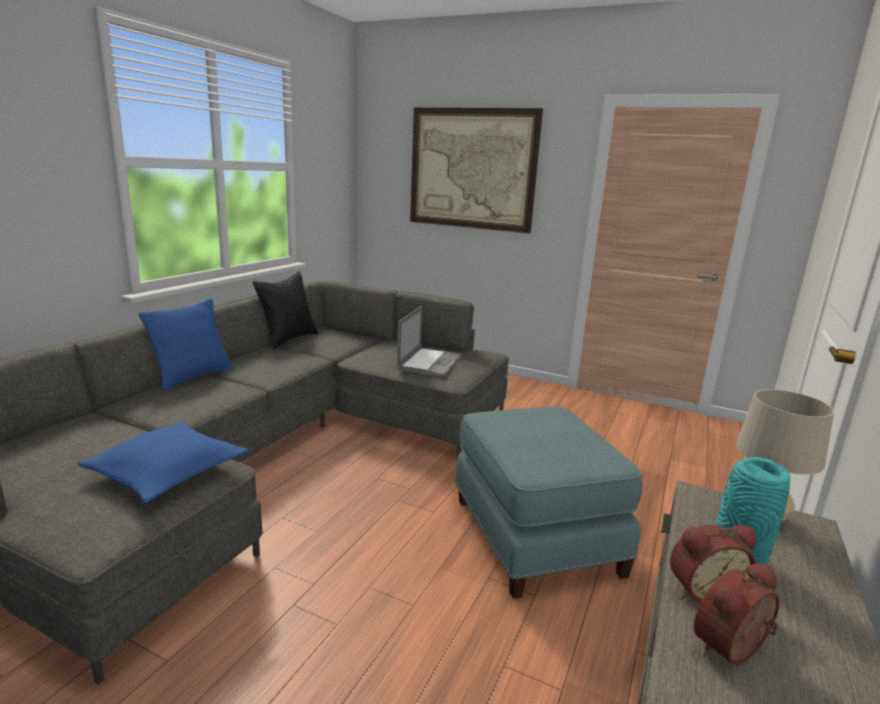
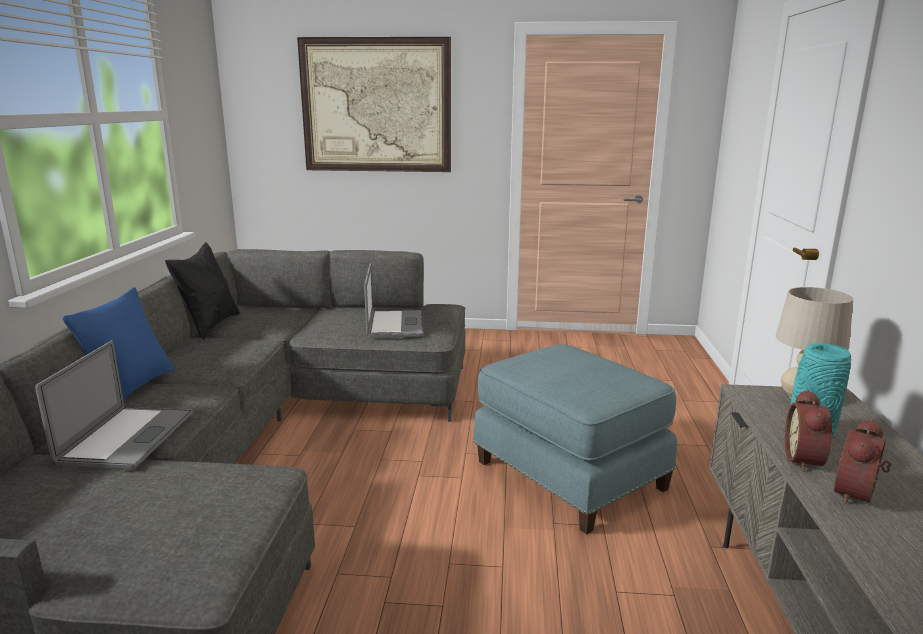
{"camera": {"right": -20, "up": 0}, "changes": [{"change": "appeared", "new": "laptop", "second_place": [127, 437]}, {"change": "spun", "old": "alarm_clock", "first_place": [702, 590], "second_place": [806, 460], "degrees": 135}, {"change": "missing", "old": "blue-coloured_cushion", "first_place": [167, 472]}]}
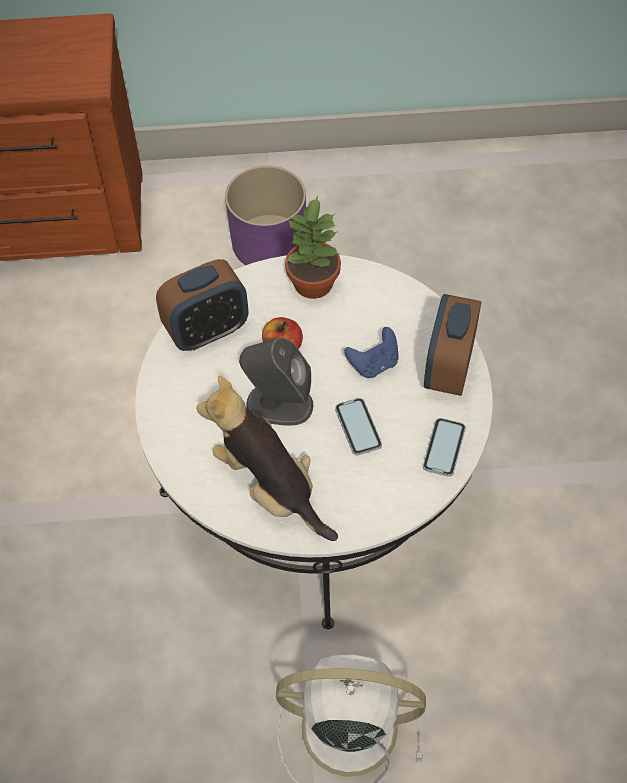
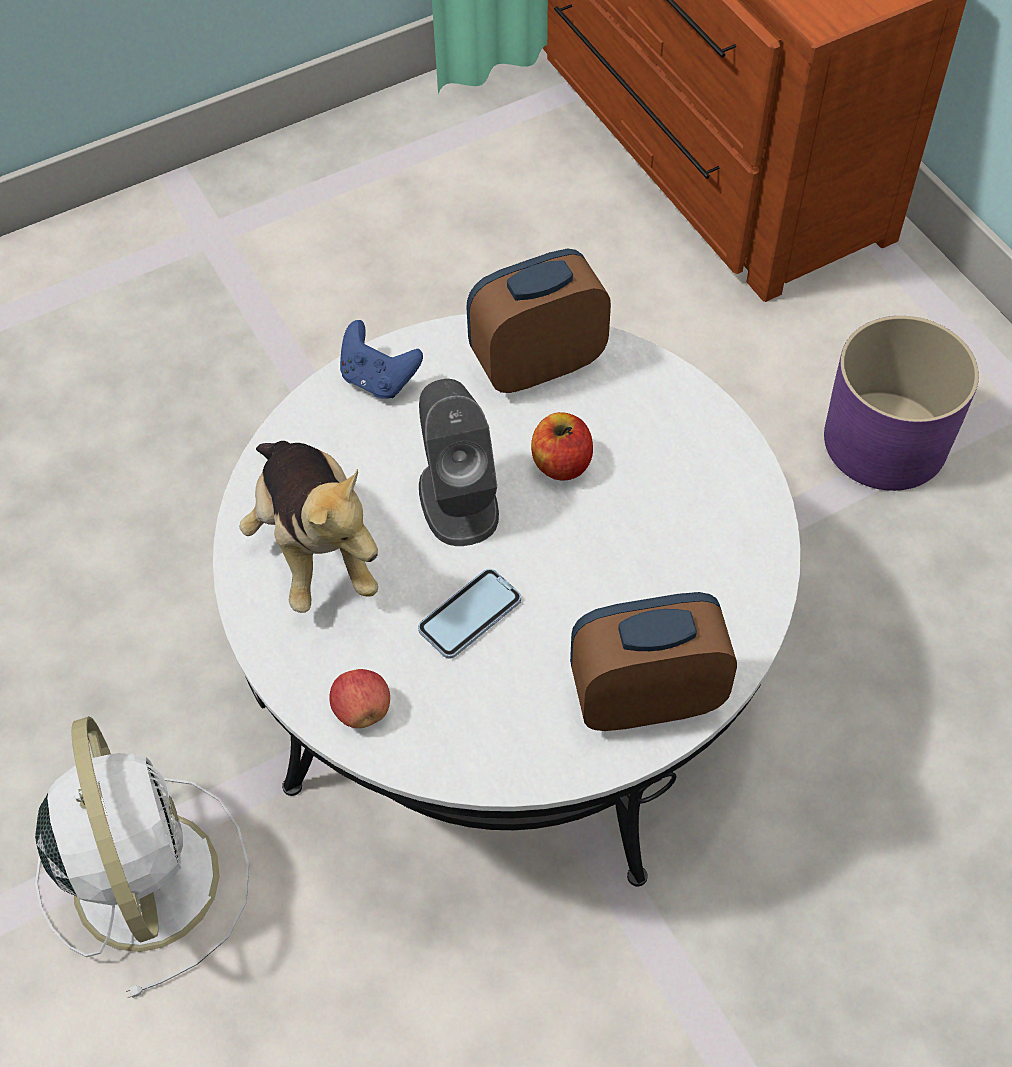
{"camera": {"right": 65, "up": 0}, "changes": [{"change": "spun", "old": "plush_toy", "first_place": [270, 487], "second_place": [315, 546], "degrees": 135}, {"change": "appeared", "new": "whole_apple", "second_place": [362, 710]}, {"change": "relocated", "old": "blue-coloured_joypad", "first_place": [374, 364], "second_place": [378, 379]}, {"change": "spun", "old": "alarm_clock", "first_place": [207, 331], "second_place": [537, 364], "degrees": 120}, {"change": "missing", "old": "plant_in_a_pot", "first_place": [312, 284]}, {"change": "missing", "old": "phone", "first_place": [444, 448]}]}
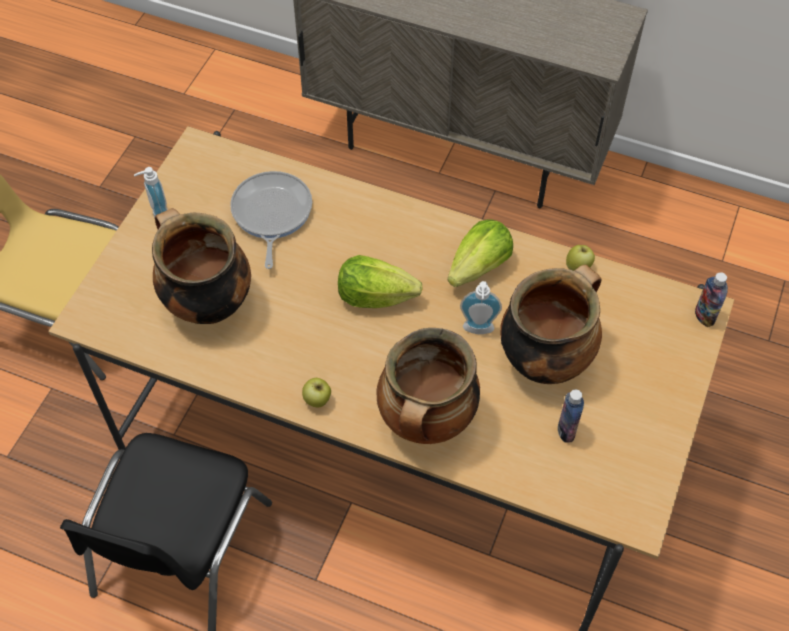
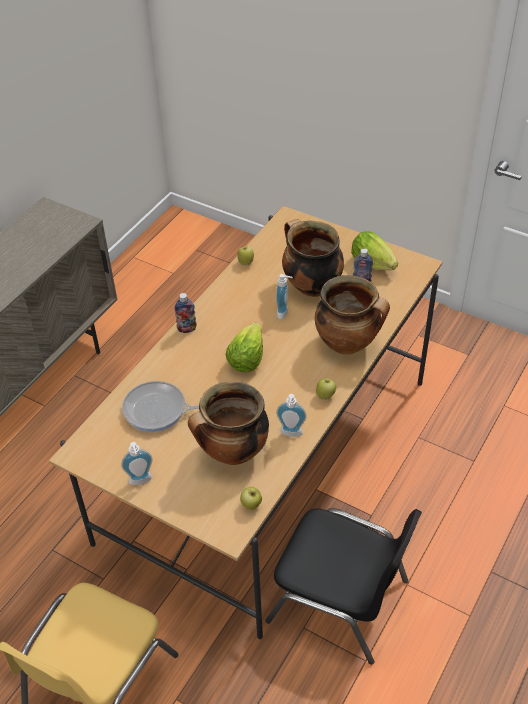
{"camera": {"right": -80, "up": -10}, "changes": [{"change": "relocated", "old": "drink_bottle", "first_place": [704, 316], "second_place": [187, 329]}, {"change": "appeared", "new": "whole_apple", "second_place": [251, 505]}, {"change": "appeared", "new": "soap_bottle", "second_place": [290, 434]}, {"change": "relocated", "old": "lettuce_head", "first_place": [479, 267], "second_place": [372, 263]}]}
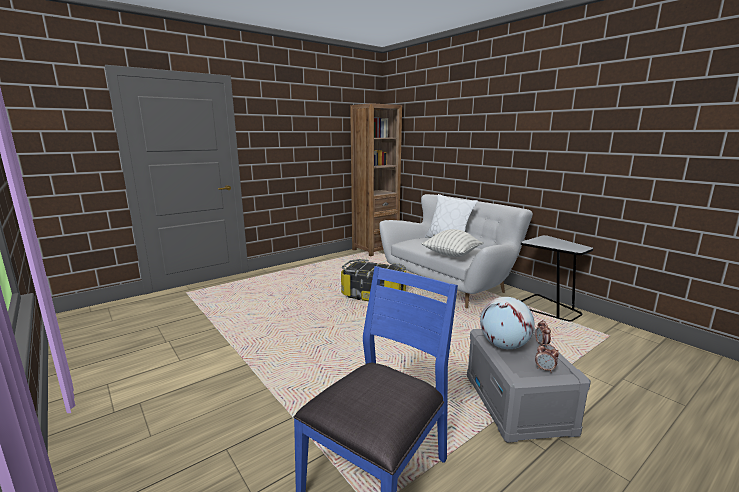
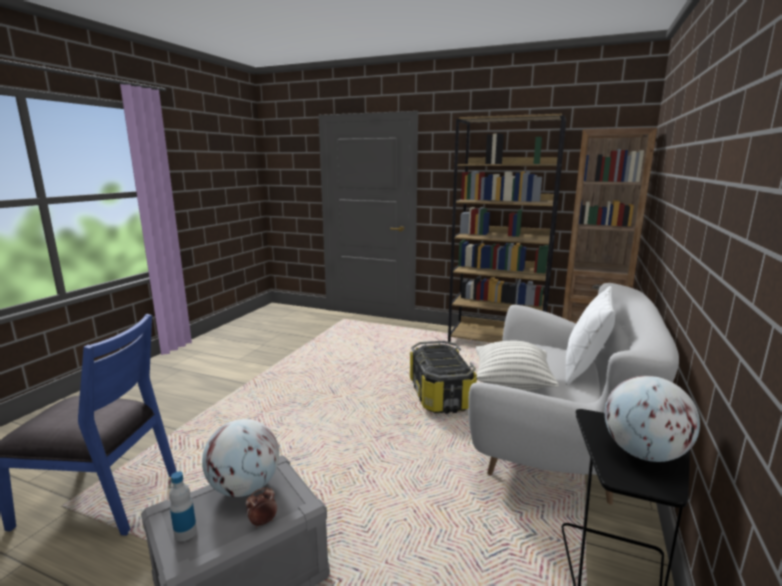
{"camera": {"right": 60, "up": 0}, "changes": [{"change": "exchanged", "old": "alarm_clock", "new": "drink_bottle", "first_place": [545, 369], "second_place": [185, 533]}, {"change": "appeared", "new": "brown_bookcase", "second_place": [497, 341]}, {"change": "appeared", "new": "globe", "second_place": [643, 453]}]}
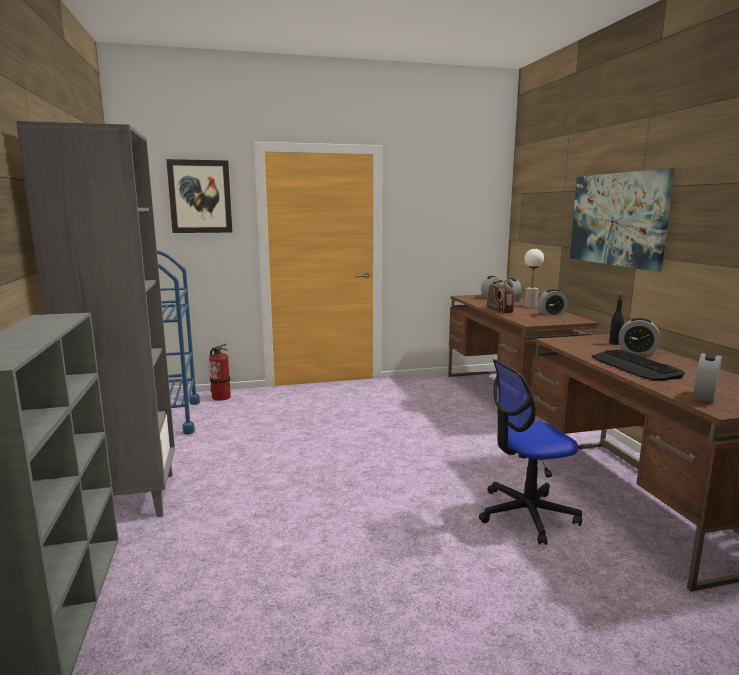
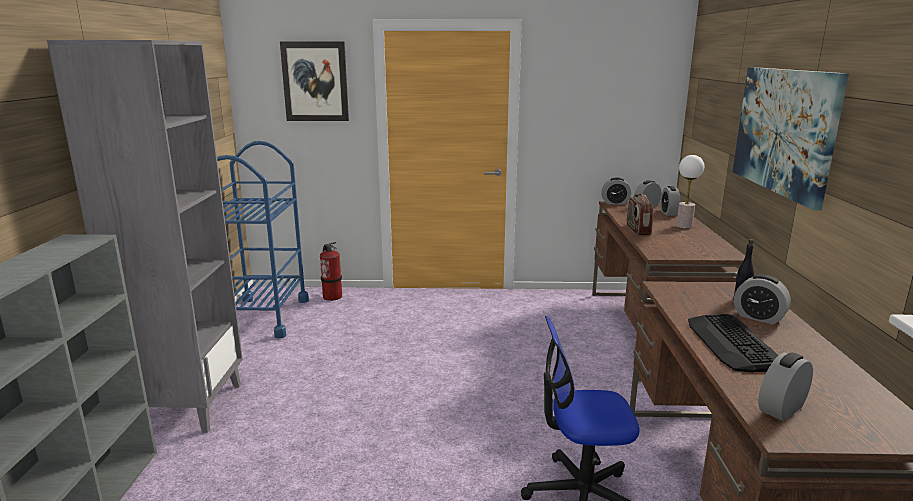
{"camera": {"right": 15, "up": 5}, "changes": [{"change": "relocated", "old": "alarm_clock", "first_place": [551, 314], "second_place": [615, 203]}]}
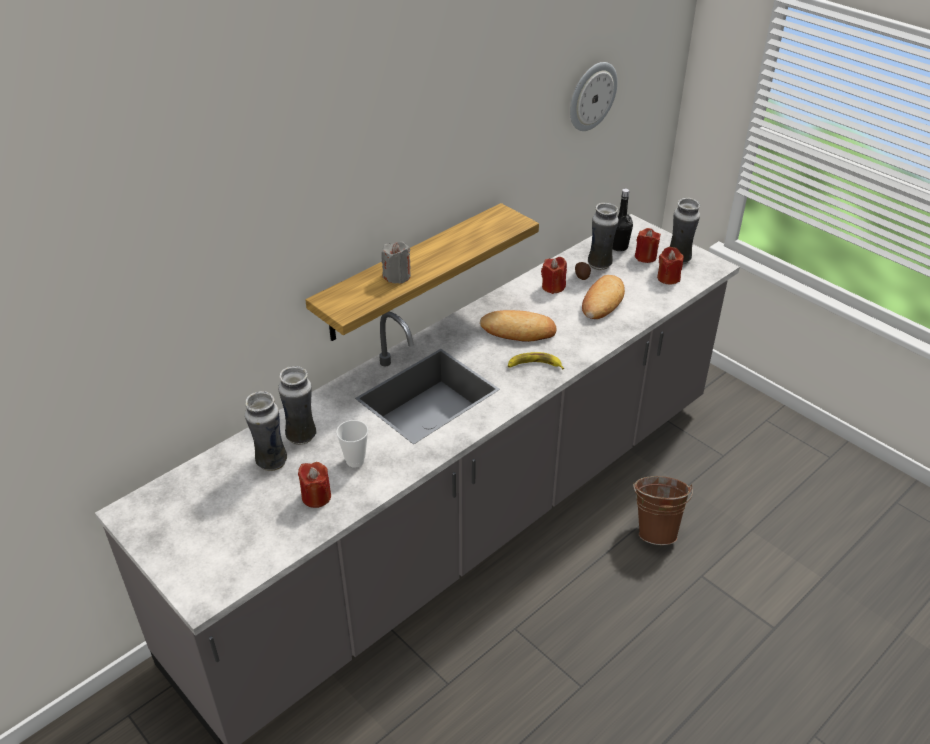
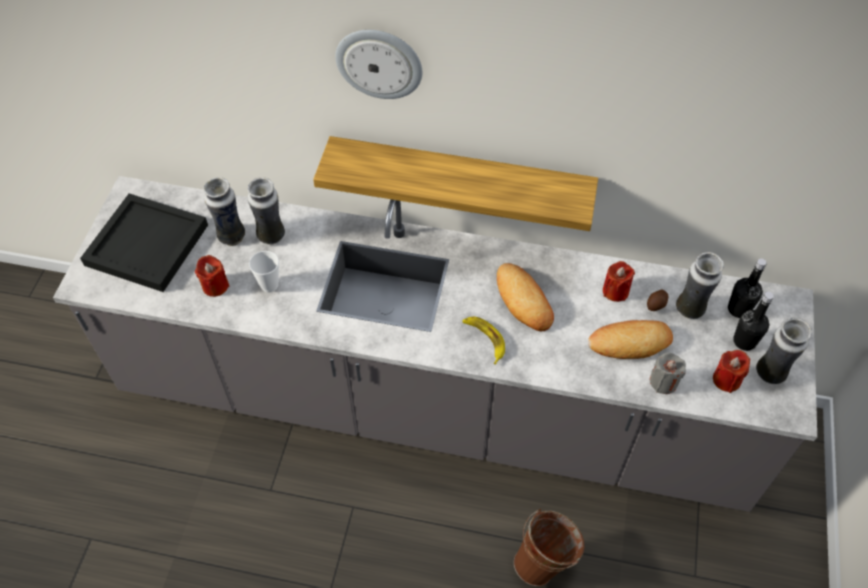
{"camera": {"right": 55, "up": 15}, "changes": [{"change": "appeared", "new": "blackish_tray", "second_place": [147, 246]}, {"change": "relocated", "old": "wall_clock", "first_place": [591, 96], "second_place": [379, 63]}, {"change": "relocated", "old": "grey_candle", "first_place": [397, 276], "second_place": [663, 382]}, {"change": "exchanged", "old": "red_candle", "new": "blackish_drink_bottle", "first_place": [645, 257], "second_place": [744, 341]}]}
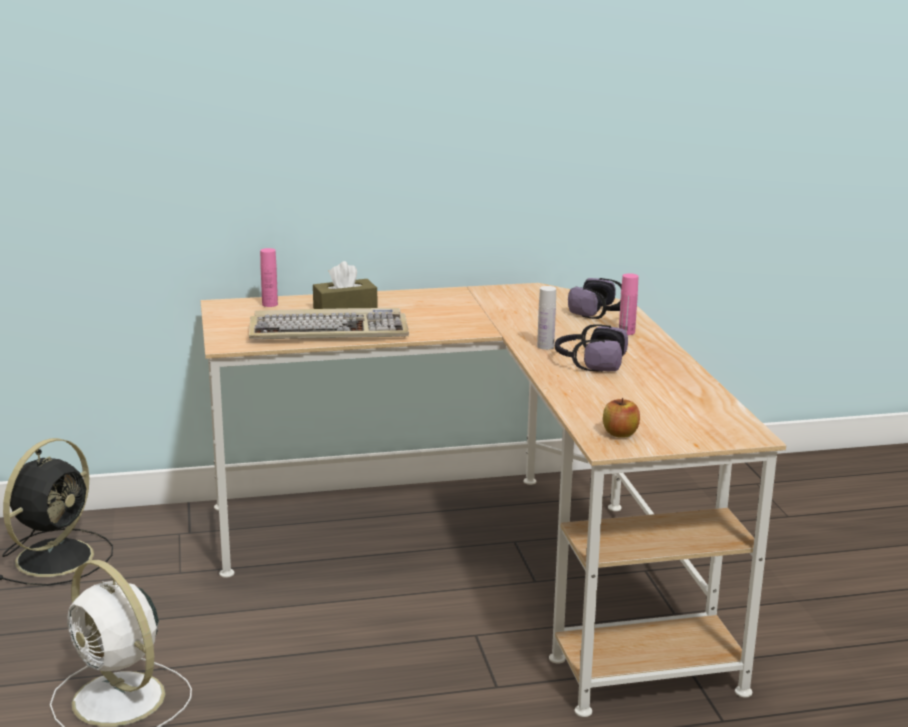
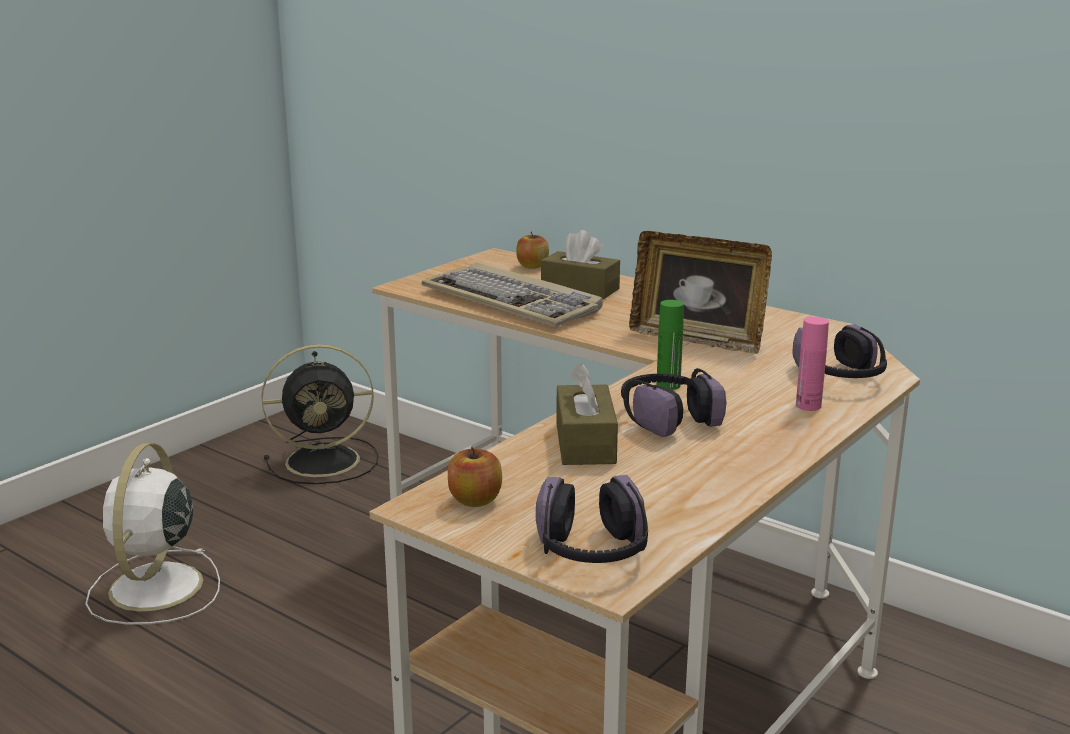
{"camera": {"right": 50, "up": 0}, "changes": [{"change": "exchanged", "old": "pink-coloured_drink_bottle", "new": "whole_apple", "first_place": [270, 304], "second_place": [532, 266]}, {"change": "appeared", "new": "headphones", "second_place": [591, 552]}, {"change": "appeared", "new": "brown_box_of_tissues", "second_place": [585, 443]}, {"change": "appeared", "new": "picture_frame", "second_place": [697, 339]}, {"change": "colour", "old": "white_drink_bottle", "new": "green_drink_bottle", "first_place": [545, 346], "second_place": [668, 385]}]}
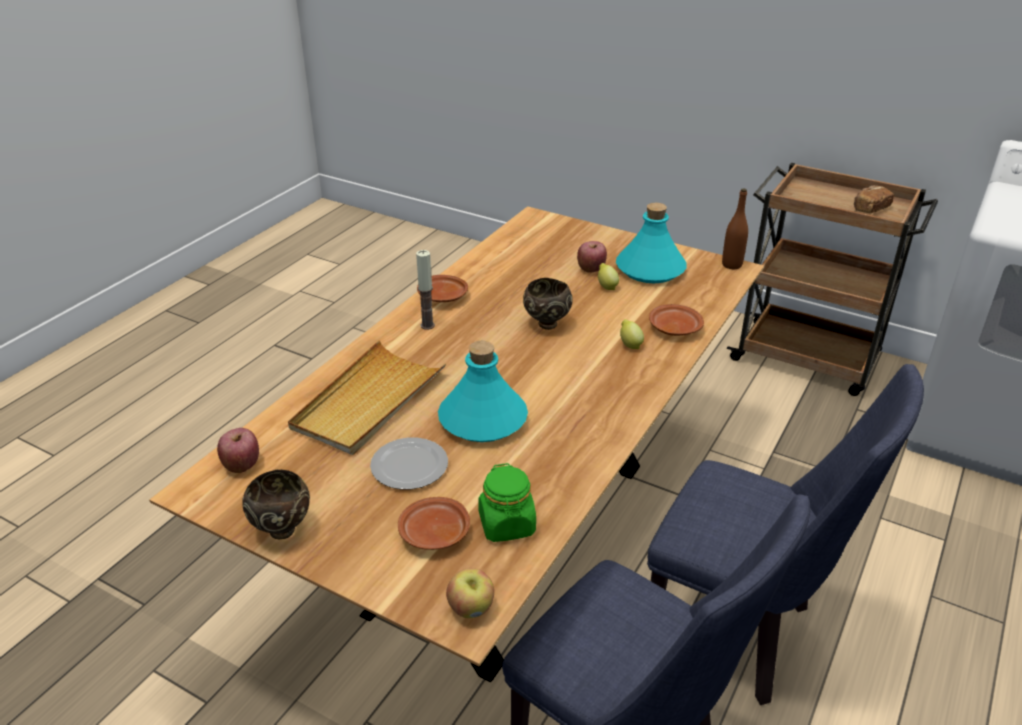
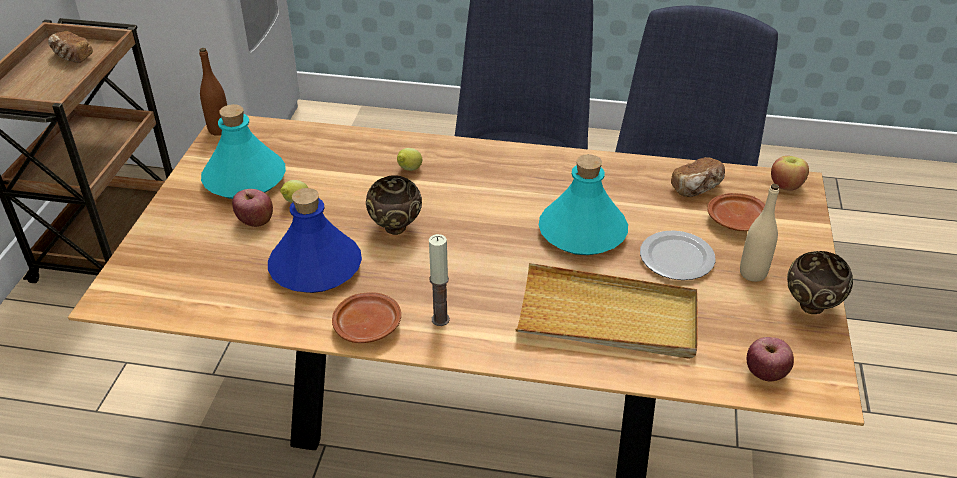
{"camera": {"right": -110, "up": 5}, "changes": [{"change": "appeared", "new": "blue-coloured_drink_bottle", "second_place": [316, 268]}, {"change": "exchanged", "old": "green_jar", "new": "bakery_bread", "first_place": [507, 525], "second_place": [697, 188]}, {"change": "appeared", "new": "beige_drink_bottle", "second_place": [752, 273]}, {"change": "missing", "old": "brown_flat_dish", "first_place": [674, 328]}]}
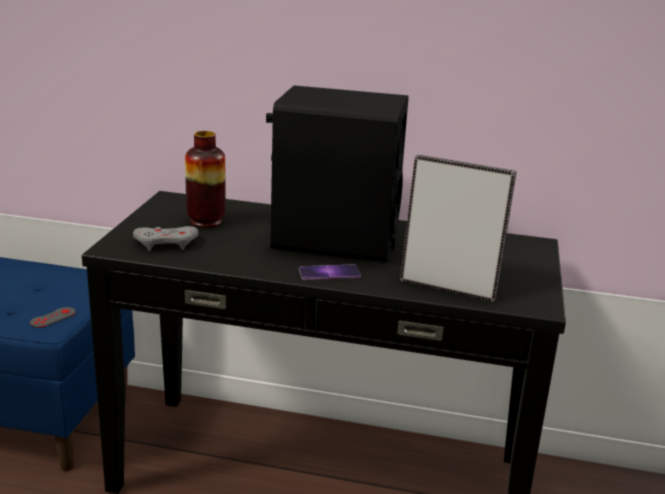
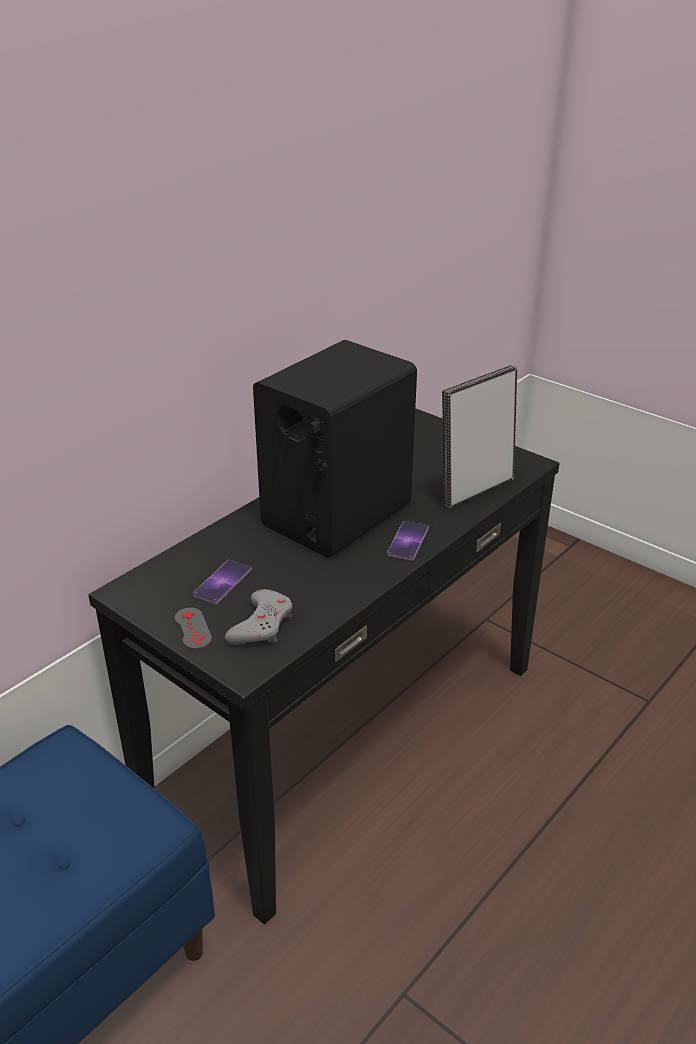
{"camera": {"right": -60, "up": 10}, "changes": [{"change": "relocated", "old": "grey_joypad", "first_place": [53, 317], "second_place": [193, 628]}, {"change": "exchanged", "old": "decorative_vase", "new": "phone", "first_place": [206, 221], "second_place": [222, 582]}]}
